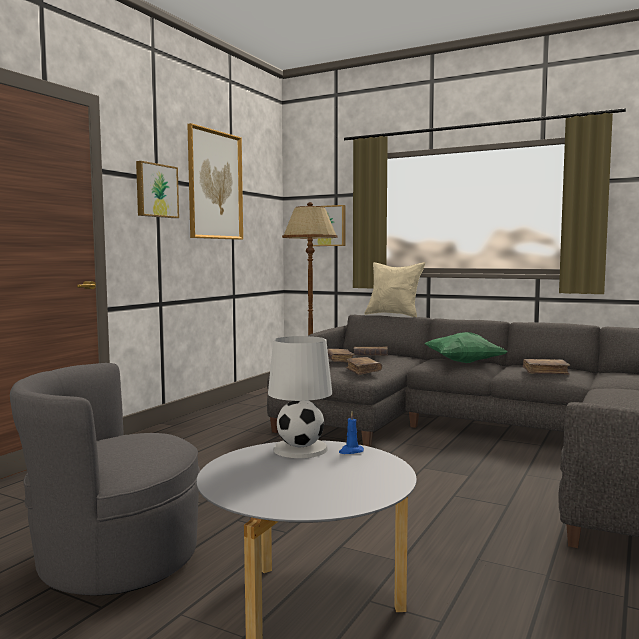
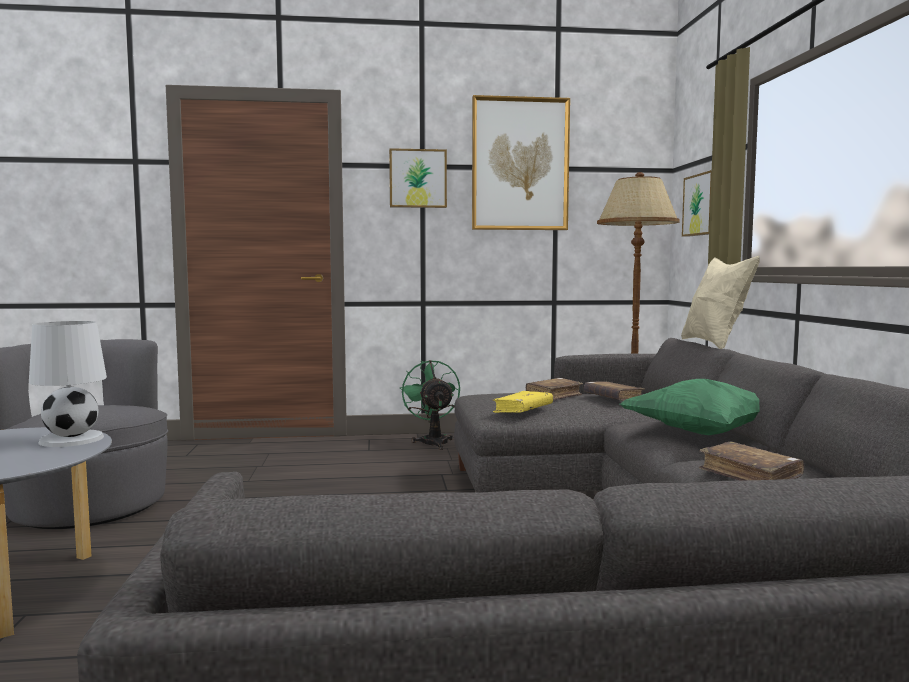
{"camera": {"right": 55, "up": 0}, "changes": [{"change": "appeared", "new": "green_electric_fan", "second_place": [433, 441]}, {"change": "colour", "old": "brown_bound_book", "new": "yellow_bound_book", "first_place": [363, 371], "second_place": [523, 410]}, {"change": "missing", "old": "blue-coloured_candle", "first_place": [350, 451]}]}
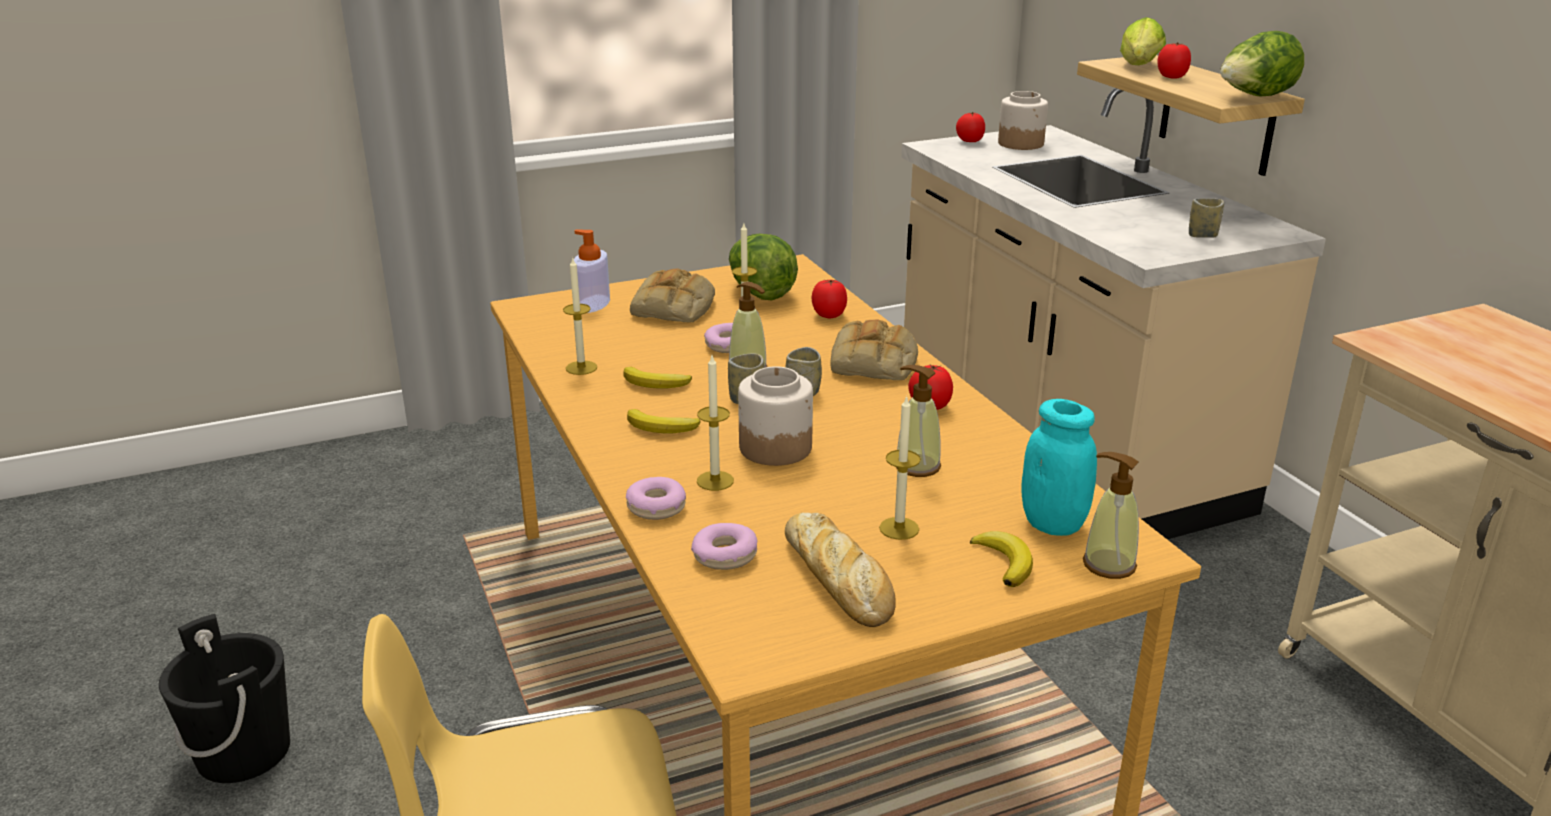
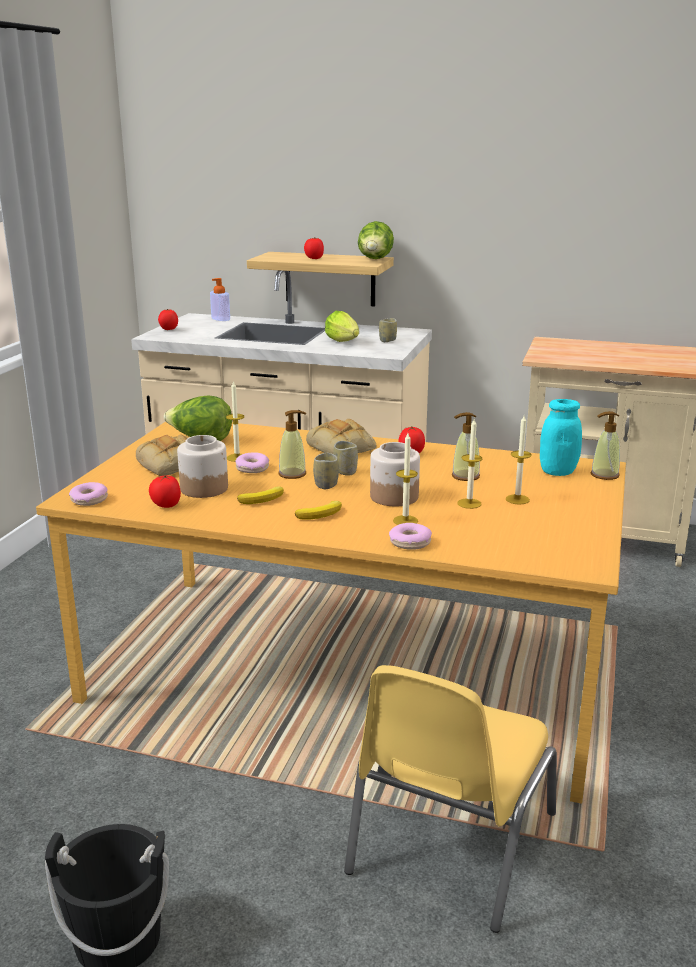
{"camera": {"right": -50, "up": -5}, "changes": [{"change": "relocated", "old": "ring_doughnut", "first_place": [724, 555], "second_place": [89, 500]}, {"change": "relocated", "old": "tomato", "first_place": [828, 315], "second_place": [166, 506]}, {"change": "relocated", "old": "jar", "first_place": [1021, 143], "second_place": [204, 488]}, {"change": "relocated", "old": "soap_bottle", "first_place": [593, 304], "second_place": [220, 318]}, {"change": "relocated", "old": "lettuce_head", "first_place": [1139, 67], "second_place": [344, 342]}, {"change": "relocated", "old": "candle", "first_place": [581, 368], "second_place": [469, 503]}, {"change": "missing", "old": "bakery_bread", "first_place": [839, 580]}, {"change": "missing", "old": "banana", "first_place": [1004, 562]}]}
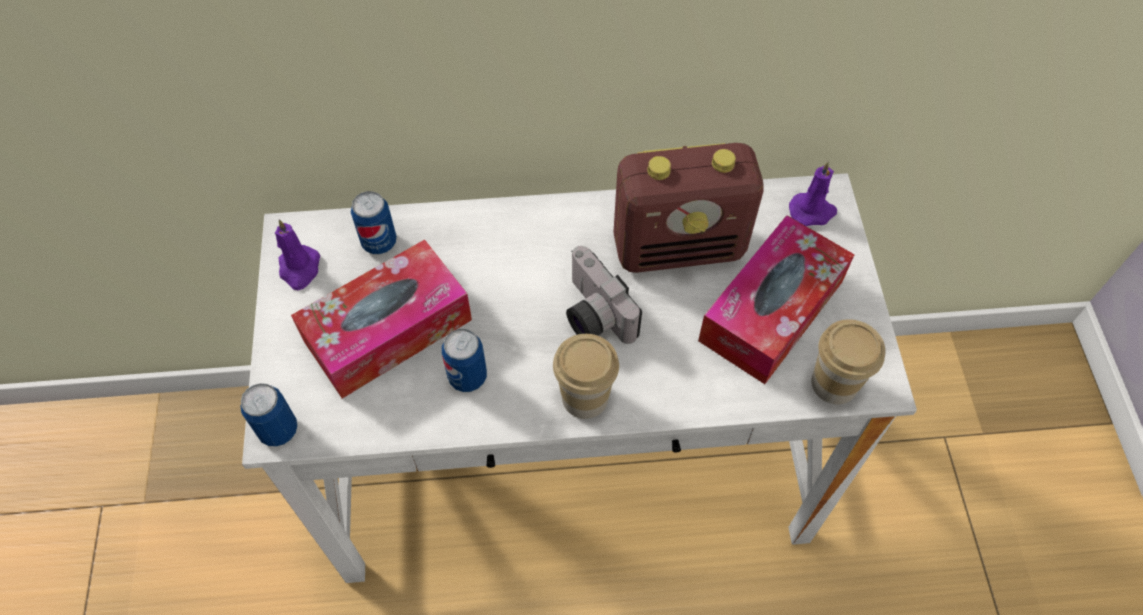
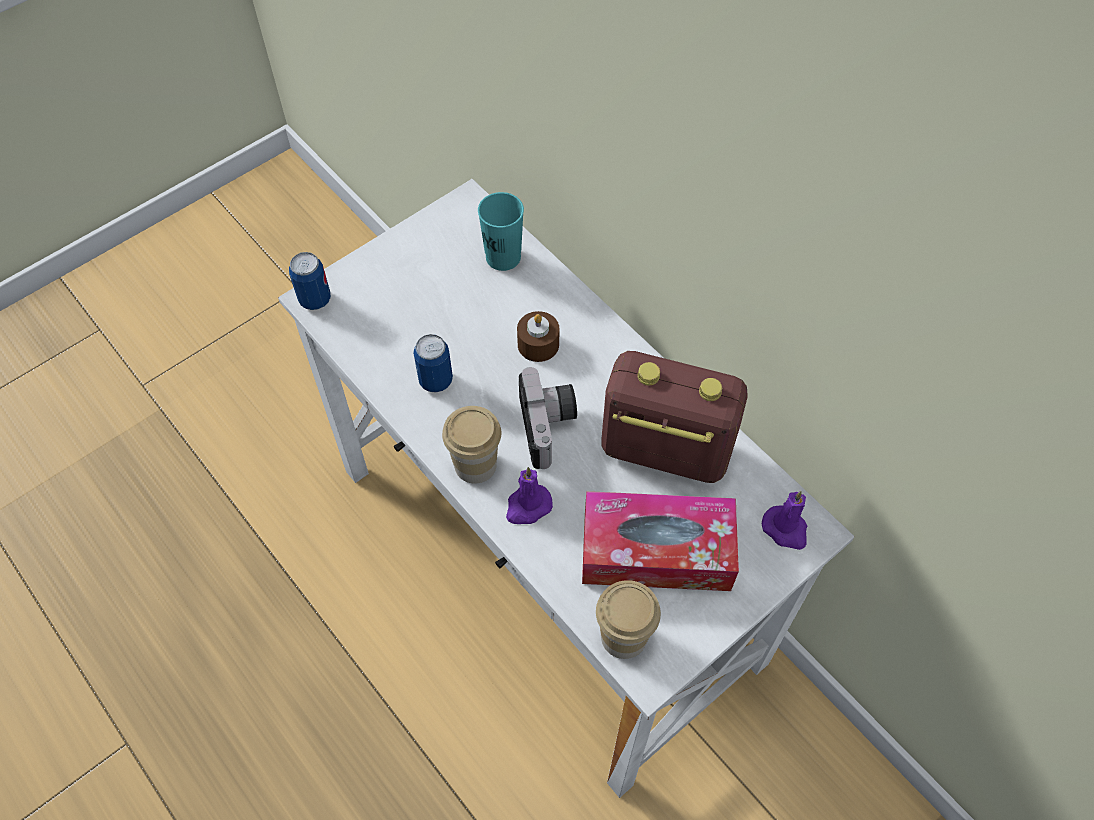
{"camera": {"right": 55, "up": 0}, "changes": [{"change": "exchanged", "old": "metal_can", "new": "turquoise-coloured_drinking_cup", "first_place": [379, 242], "second_place": [503, 257]}, {"change": "relocated", "old": "purplish_candle", "first_place": [299, 269], "second_place": [527, 506]}, {"change": "appeared", "new": "brown_candle", "second_place": [538, 344]}, {"change": "spun", "old": "still_camera", "first_place": [592, 314], "second_place": [550, 426], "degrees": 150}, {"change": "spun", "old": "radio_set", "first_place": [680, 246], "second_place": [663, 450], "degrees": 150}, {"change": "missing", "old": "box_of_tissues", "first_place": [388, 330]}]}
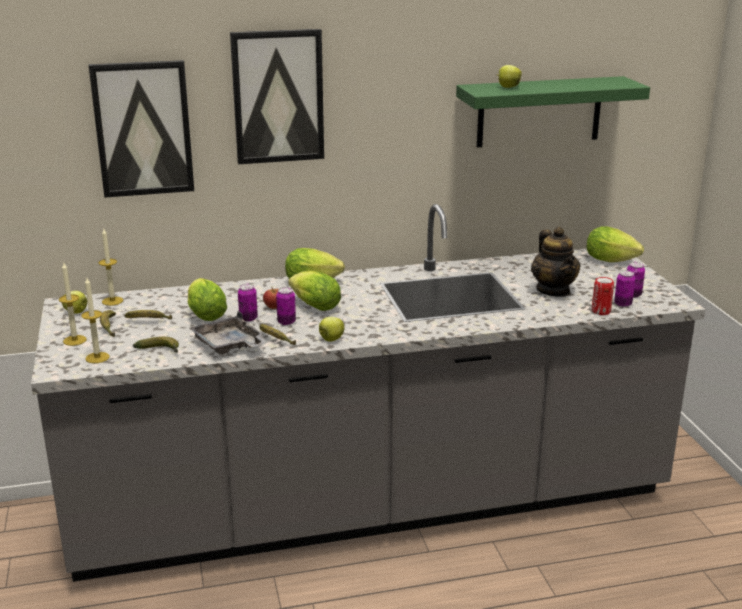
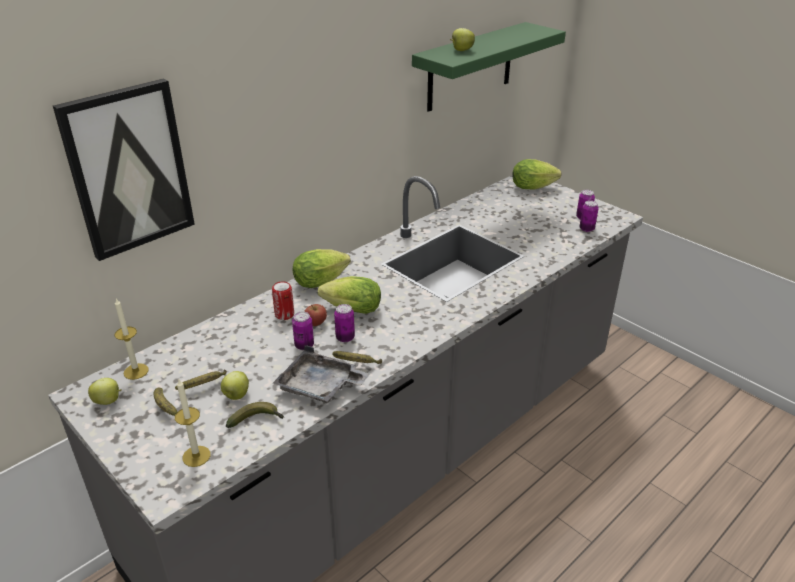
{"camera": {"right": -30, "up": 10}, "changes": [{"change": "relocated", "old": "whole_apple", "first_place": [331, 339], "second_place": [236, 395]}, {"change": "relocated", "old": "metal_can", "first_place": [601, 311], "second_place": [284, 315]}, {"change": "missing", "old": "candle", "first_place": [74, 340]}, {"change": "missing", "old": "lettuce_head", "first_place": [205, 314]}, {"change": "missing", "old": "picture", "first_place": [278, 96]}, {"change": "missing", "old": "pot_for_tea", "first_place": [553, 290]}]}
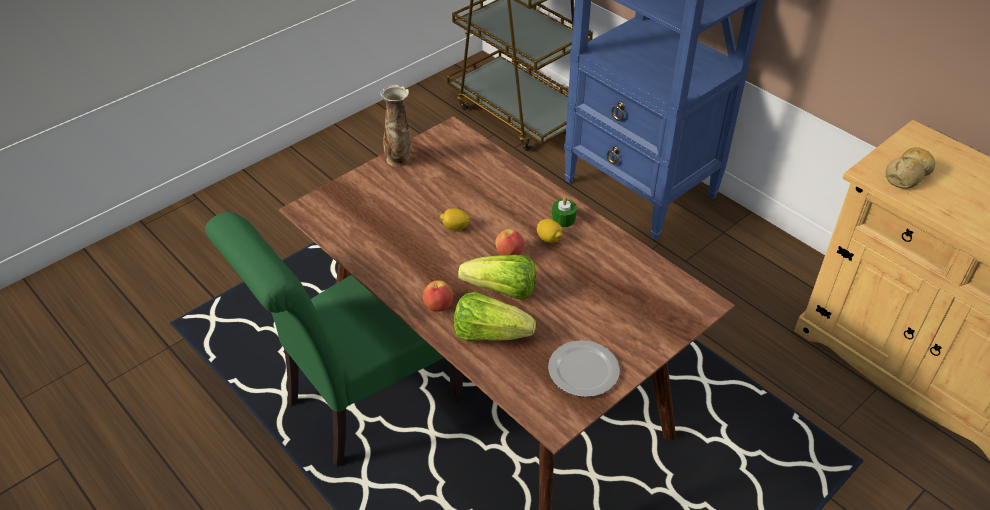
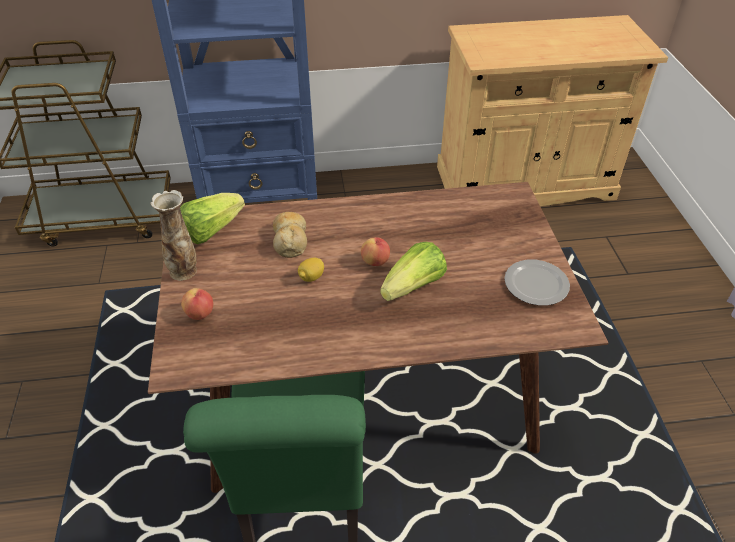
{"camera": {"right": -55, "up": 0}, "changes": [{"change": "relocated", "old": "lettuce_head", "first_place": [489, 334], "second_place": [211, 230]}, {"change": "relocated", "old": "whole_apple", "first_place": [438, 306], "second_place": [200, 314]}, {"change": "relocated", "old": "bakery_bread", "first_place": [908, 174], "second_place": [290, 239]}, {"change": "missing", "old": "lemon", "first_place": [549, 239]}, {"change": "missing", "old": "green_candle", "first_place": [563, 219]}]}
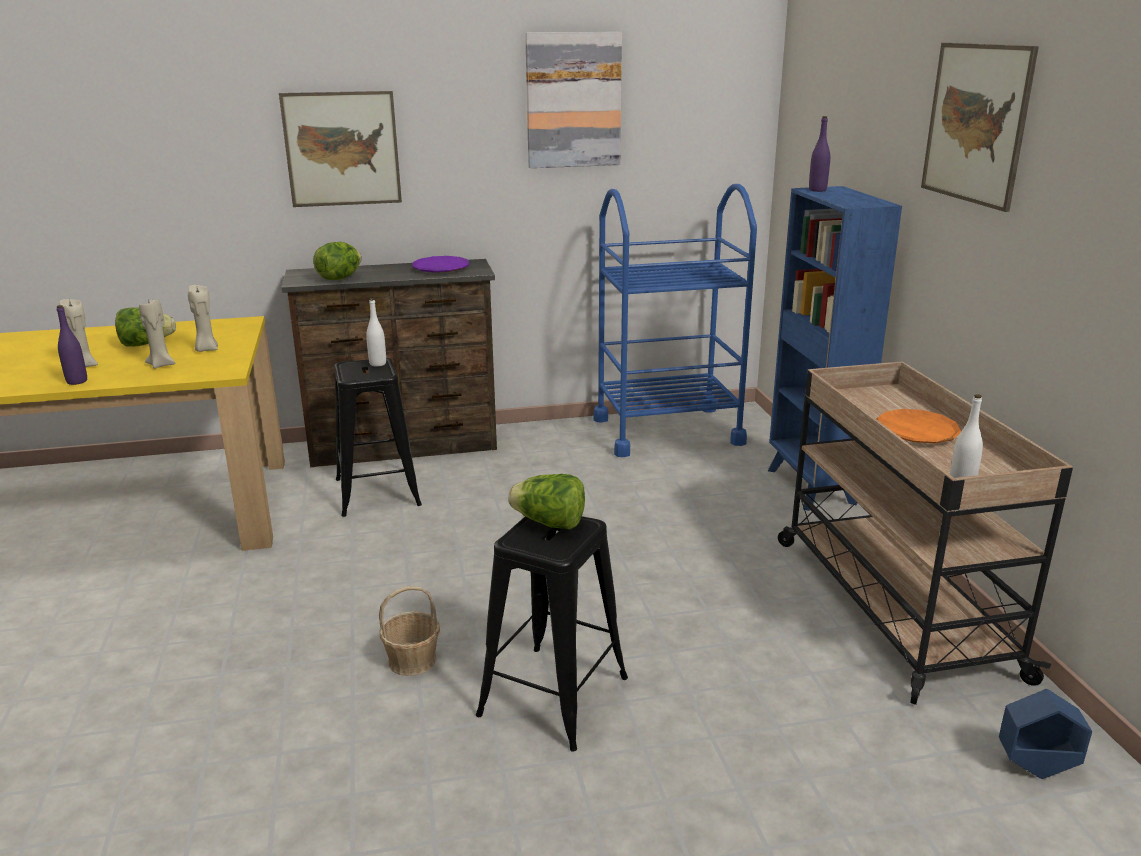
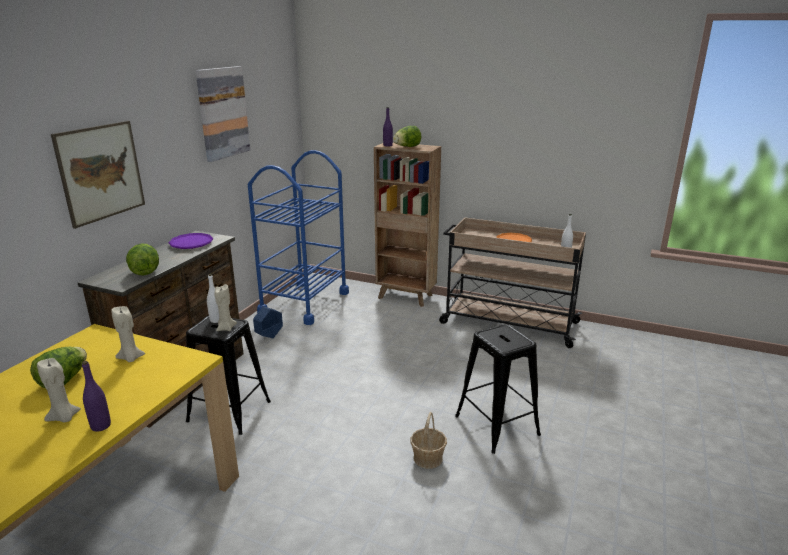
{"camera": {"right": -55, "up": 0}, "changes": [{"change": "relocated", "old": "beige_candle", "first_place": [161, 365], "second_place": [226, 328]}, {"change": "relocated", "old": "blue-coloured_planter", "first_place": [1035, 767], "second_place": [269, 336]}, {"change": "colour", "old": "blue-coloured_bookcase", "new": "brown_bookcase", "first_place": [811, 487], "second_place": [406, 297]}, {"change": "relocated", "old": "lettuce_head", "first_place": [549, 523], "second_place": [407, 147]}, {"change": "missing", "old": "picture", "first_place": [976, 123]}]}
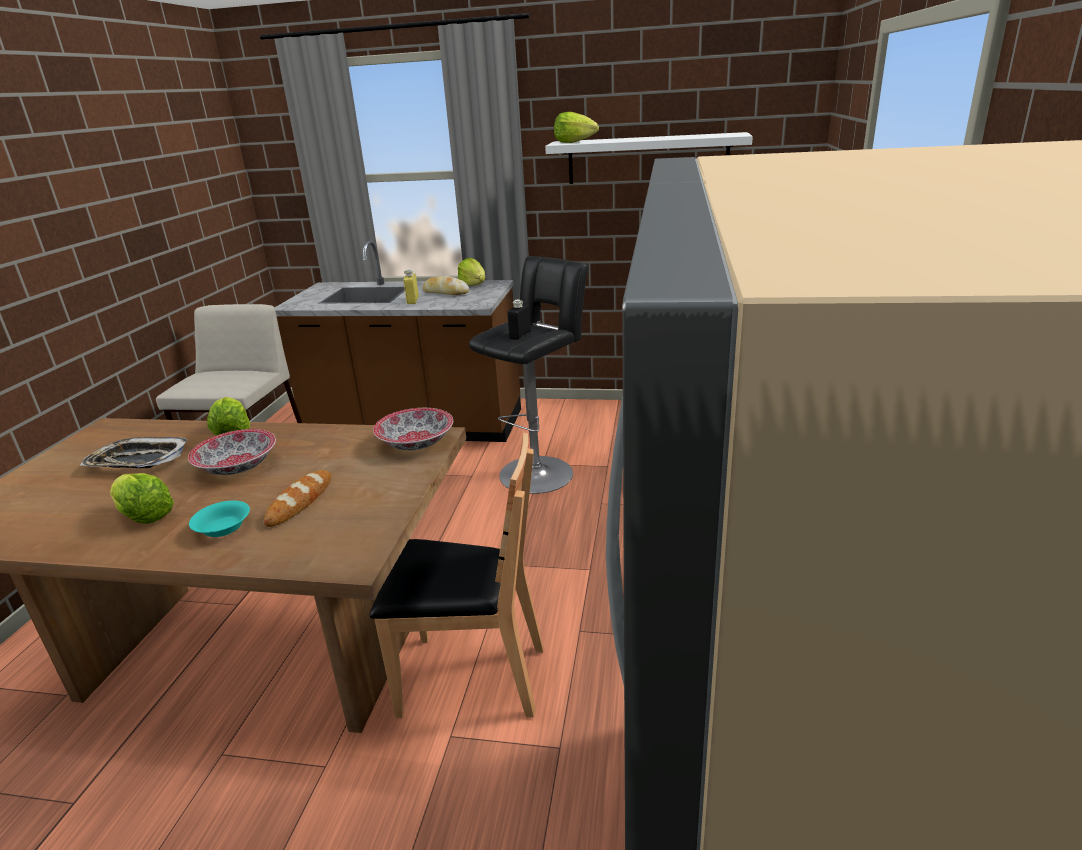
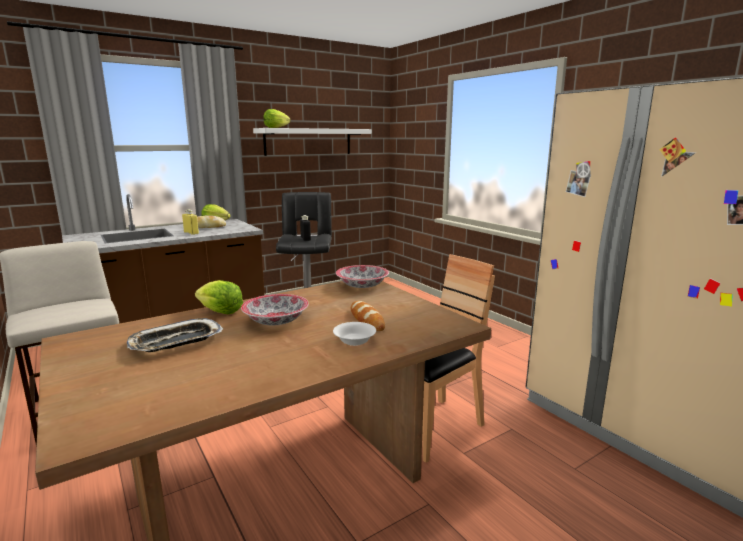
{"camera": {"right": -45, "up": -10}, "changes": [{"change": "colour", "old": "turquoise-coloured_deep_dish", "new": "white_deep_dish", "first_place": [224, 529], "second_place": [355, 341]}, {"change": "missing", "old": "lettuce_head", "first_place": [144, 516]}]}
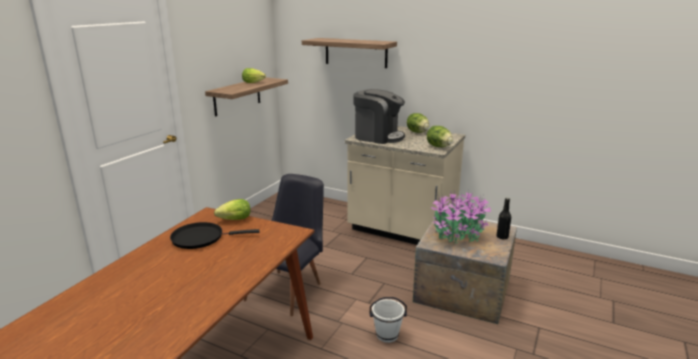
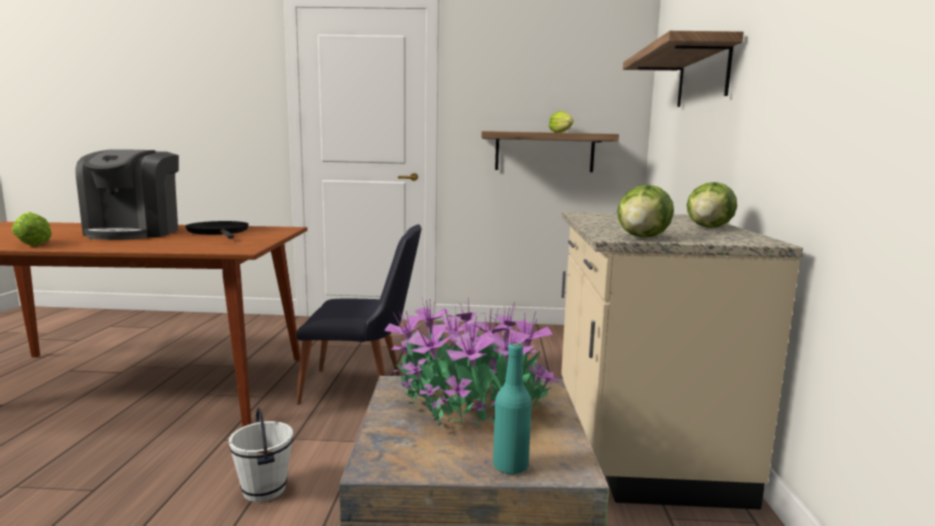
{"camera": {"right": 65, "up": -10}, "changes": [{"change": "relocated", "old": "lettuce_head", "first_place": [233, 220], "second_place": [32, 244]}, {"change": "relocated", "old": "coffee_maker", "first_place": [378, 137], "second_place": [135, 232]}, {"change": "colour", "old": "blackish_drink_bottle", "new": "turquoise-coloured_drink_bottle", "first_place": [502, 237], "second_place": [510, 466]}]}
